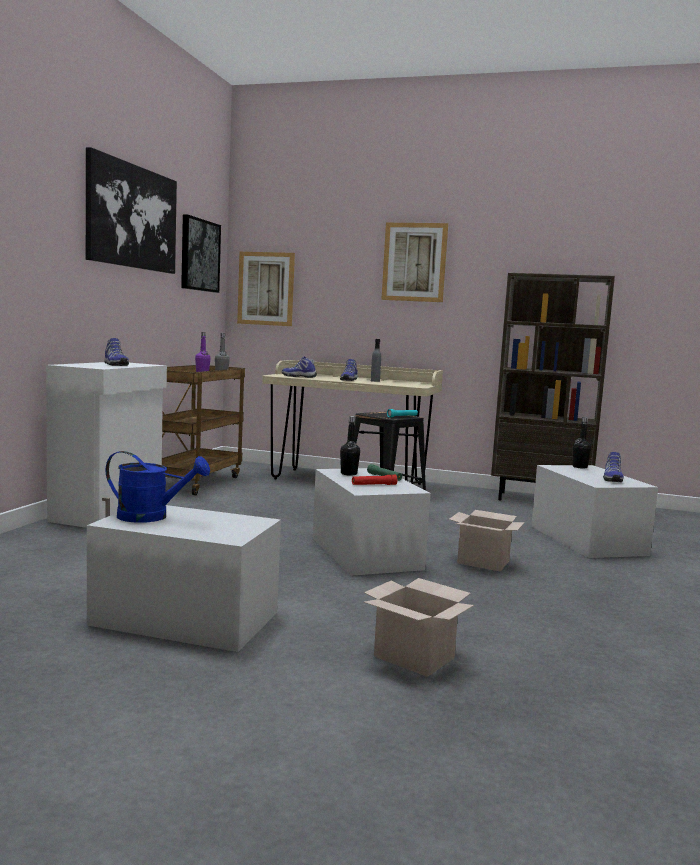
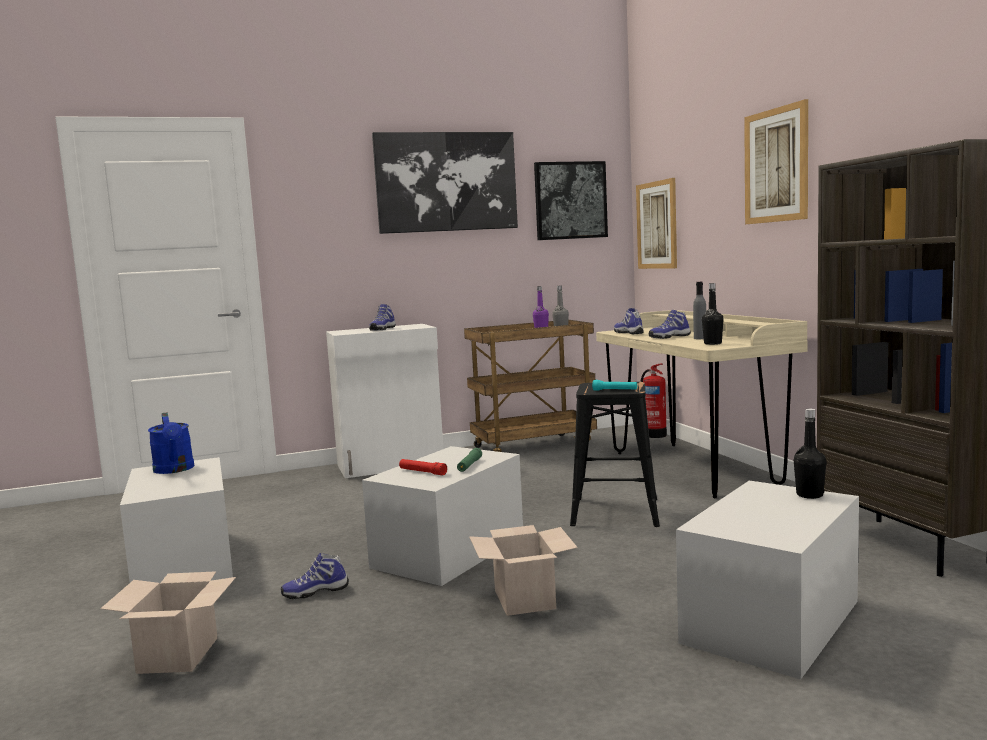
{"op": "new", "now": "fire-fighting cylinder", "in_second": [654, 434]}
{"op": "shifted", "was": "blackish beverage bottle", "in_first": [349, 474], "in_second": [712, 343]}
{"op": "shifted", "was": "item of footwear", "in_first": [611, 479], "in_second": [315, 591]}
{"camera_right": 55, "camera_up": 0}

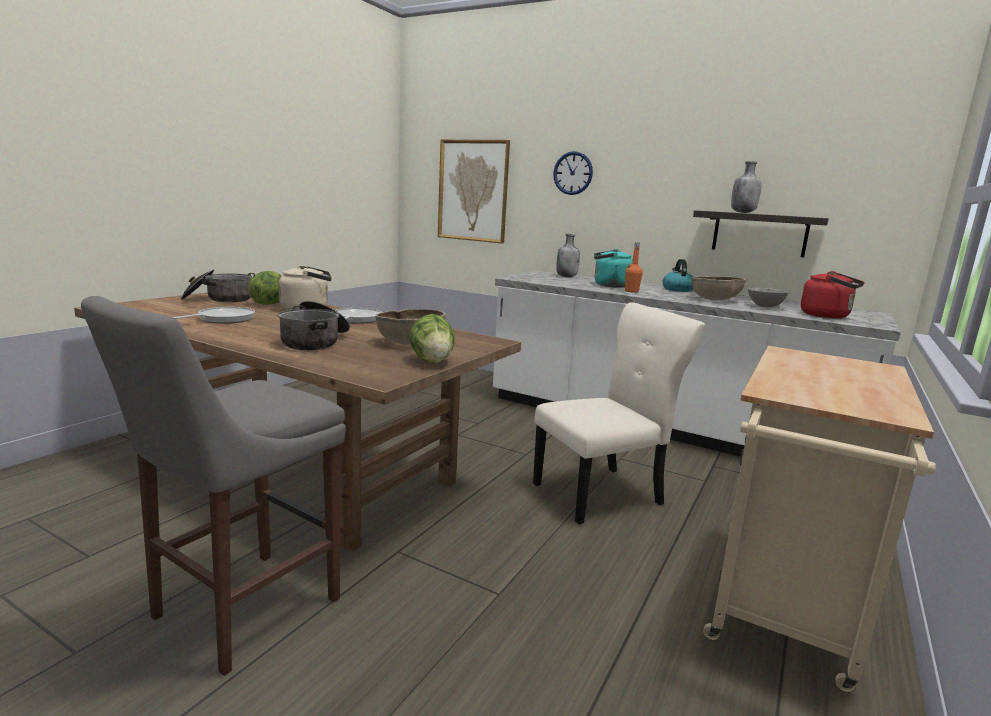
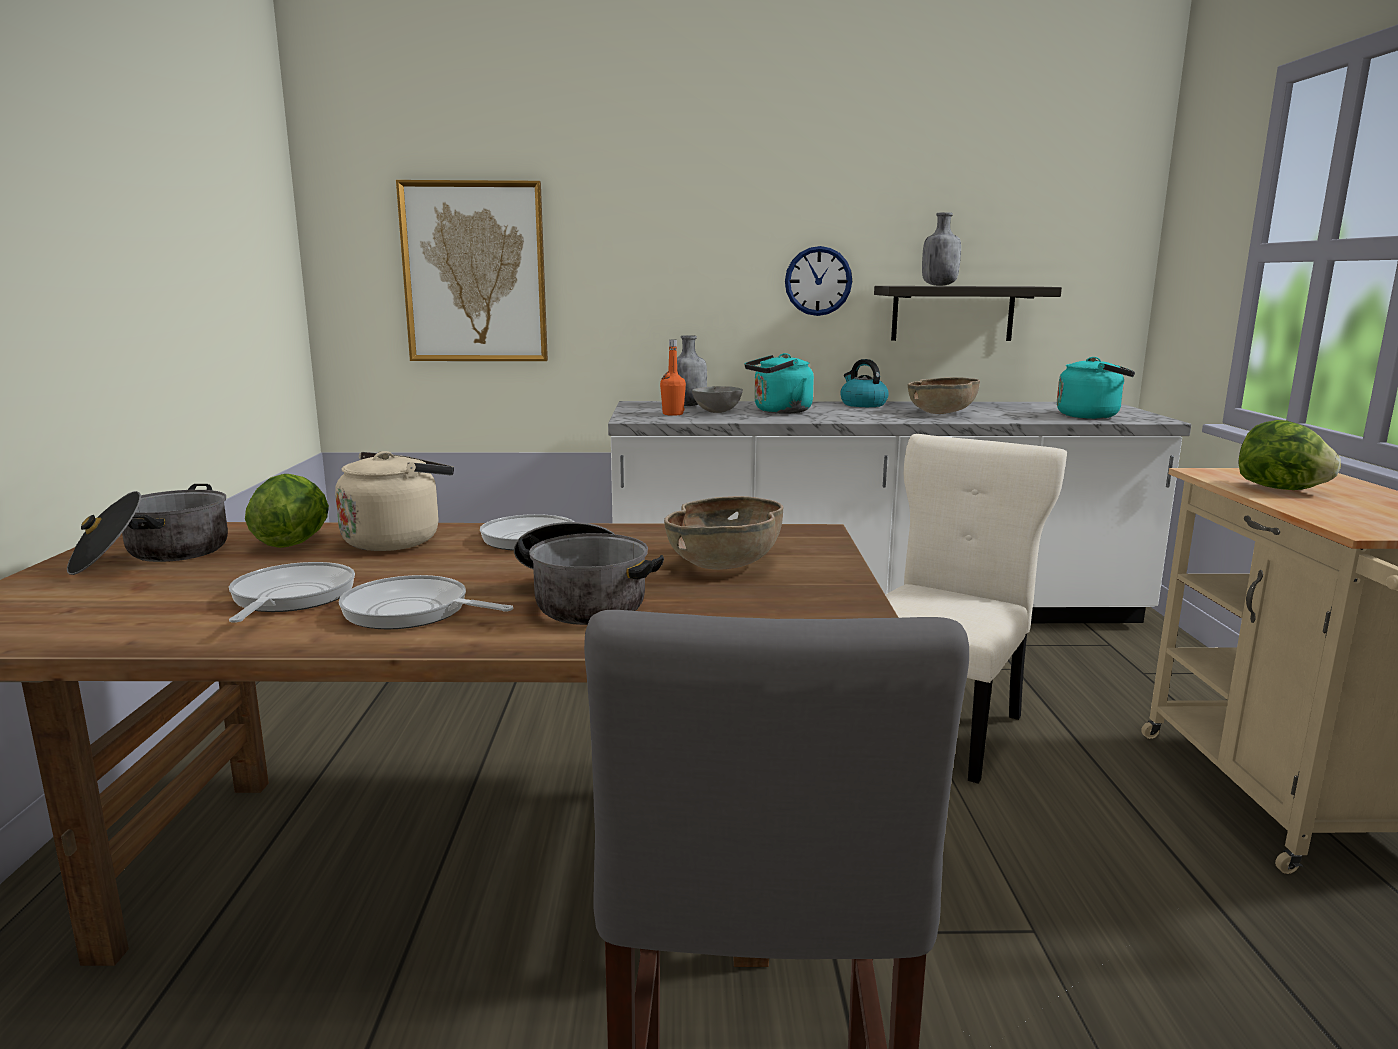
{"op": "new", "now": "frying pan", "in_second": [412, 612]}
{"op": "shifted", "was": "lettuce head", "in_first": [432, 361], "in_second": [1280, 489]}
{"op": "shifted", "was": "hanging clock", "in_first": [573, 173], "in_second": [818, 281]}
{"op": "shifted", "was": "orangey beverage bottle", "in_first": [631, 291], "in_second": [673, 414]}
{"op": "shifted", "was": "grey serving bowl", "in_first": [764, 306], "in_second": [716, 412]}
{"op": "repainted", "was": "reddish water kettle", "now": "turquoise-coloured water kettle", "in_first": [828, 316], "in_second": [1091, 416]}
{"camera_right": -30, "camera_up": 0}

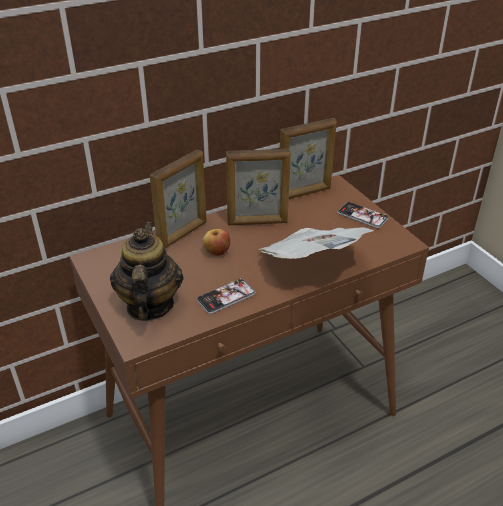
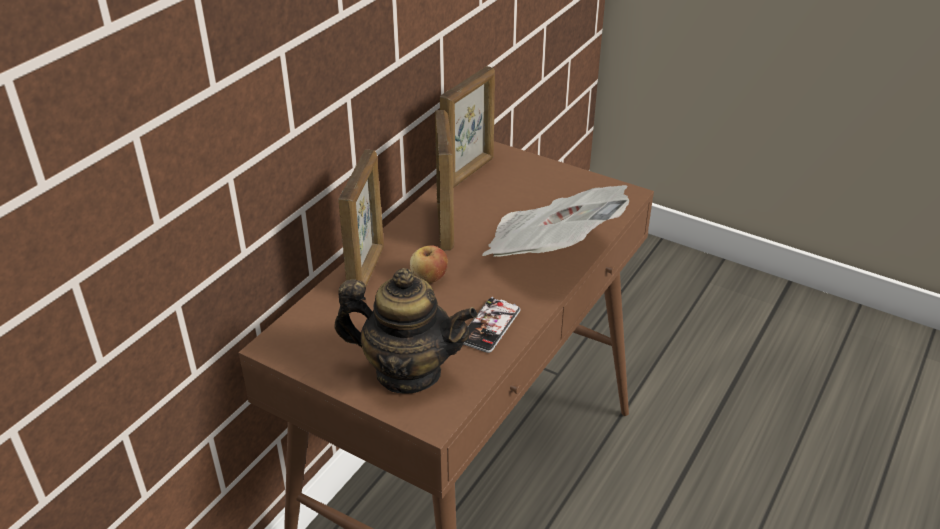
{"op": "gone", "was": "handset", "in_first": [362, 216]}
{"op": "rotated", "was": "teapot", "in_first": [149, 306], "in_second": [408, 372], "clockwise": 135}
{"op": "rotated", "was": "photo frame", "in_first": [257, 222], "in_second": [445, 226], "clockwise": -60}
{"camera_right": -30, "camera_up": 0}

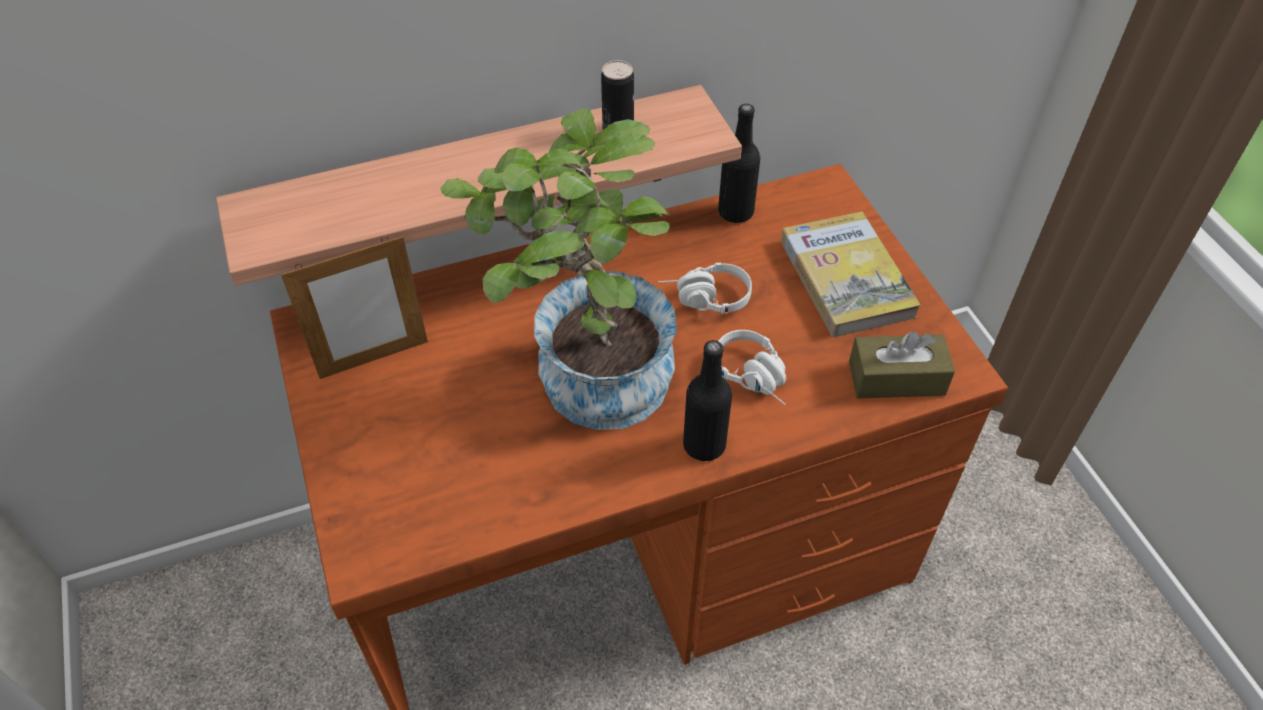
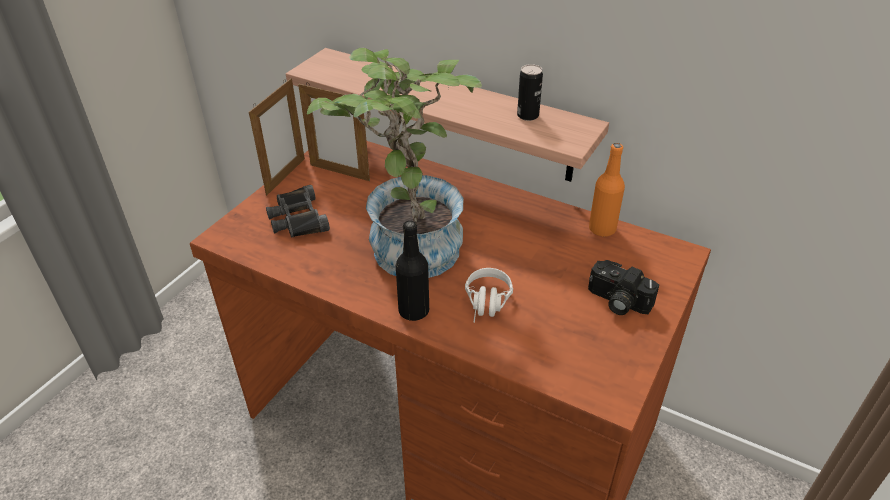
{"op": "gone", "was": "white headphones", "in_first": [704, 299]}
{"op": "gone", "was": "brown-coloured tissue box", "in_first": [896, 378]}
{"op": "new", "now": "photo frame", "in_second": [285, 176]}
{"op": "new", "now": "blackish pair of binoculars", "in_second": [297, 219]}
{"op": "swapped", "was": "book", "now": "still camera", "in_first": [846, 278], "in_second": [617, 301]}
{"op": "repainted", "was": "blackish beverage bottle", "now": "orangey beverage bottle", "in_first": [735, 212], "in_second": [602, 229]}
{"camera_right": 50, "camera_up": -10}

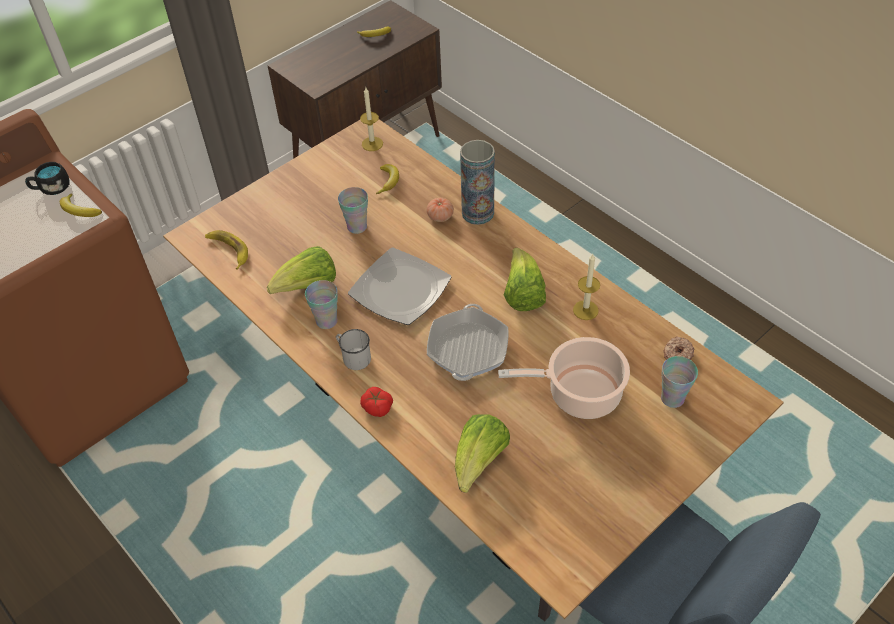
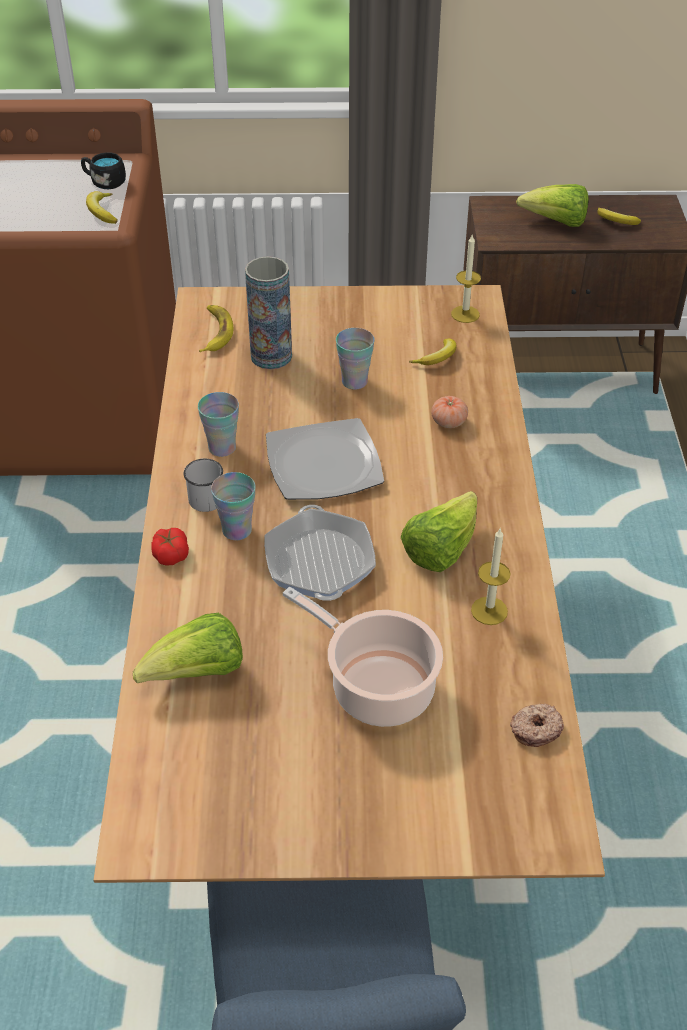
{"op": "shifted", "was": "lettuce head", "in_first": [308, 287], "in_second": [556, 222]}
{"op": "shifted", "was": "flower vase", "in_first": [477, 213], "in_second": [271, 356]}
{"op": "shifted", "was": "cup", "in_first": [672, 398], "in_second": [237, 530]}
{"op": "rotated", "was": "frying pan", "in_first": [468, 348], "in_second": [319, 562], "clockwise": 120}
{"camera_right": 40, "camera_up": -5}

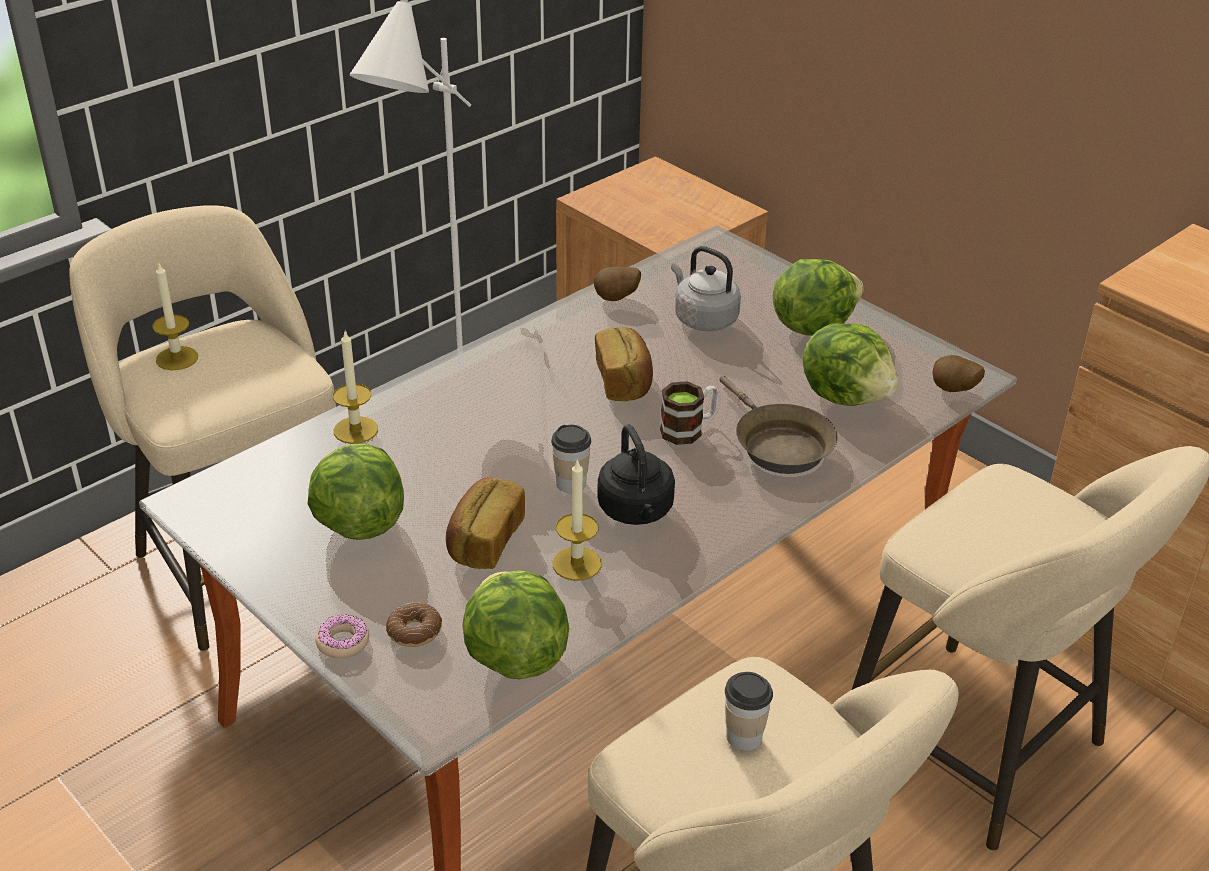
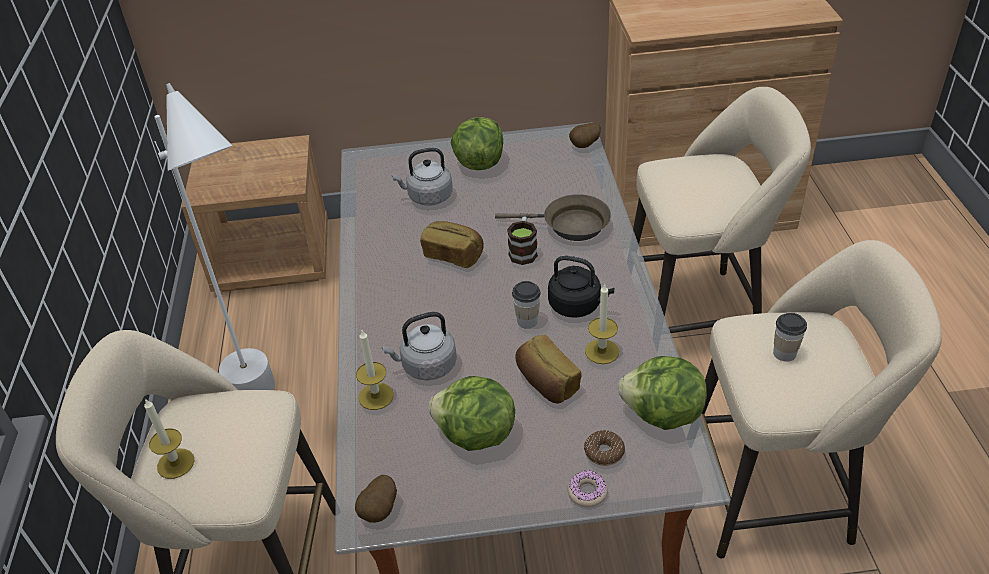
{"op": "gone", "was": "lettuce head", "in_first": [846, 395]}
{"op": "new", "now": "grey water kettle", "in_second": [426, 366]}
{"op": "shifted", "was": "potato", "in_first": [616, 299], "in_second": [380, 511]}
{"camera_right": -50, "camera_up": 5}

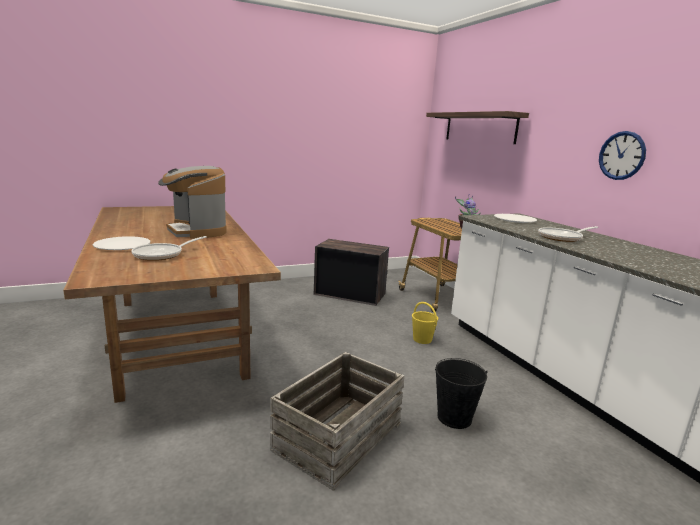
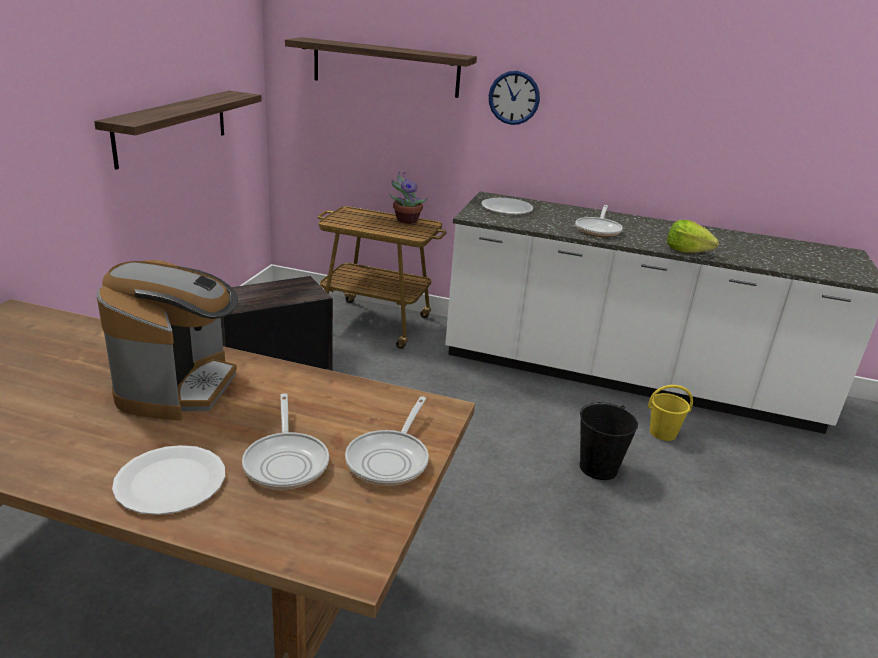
{"op": "gone", "was": "packing crate", "in_first": [337, 436]}
{"op": "new", "now": "shelf", "in_second": [172, 127]}
{"op": "new", "now": "frying pan", "in_second": [390, 459]}
{"op": "new", "now": "lettuce head", "in_second": [686, 251]}
{"op": "shifted", "was": "yellowish water bucket", "in_first": [422, 339], "in_second": [663, 433]}
{"op": "shifted", "was": "hanging clock", "in_first": [621, 155], "in_second": [514, 98]}
{"op": "rotated", "was": "coffee brewer", "in_first": [196, 231], "in_second": [178, 386], "clockwise": -90}
{"camera_right": -50, "camera_up": 10}

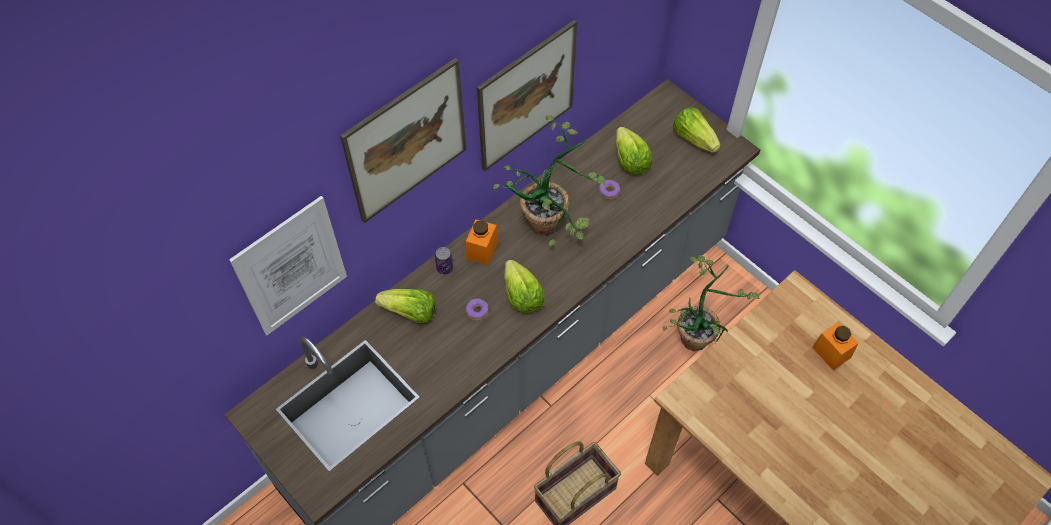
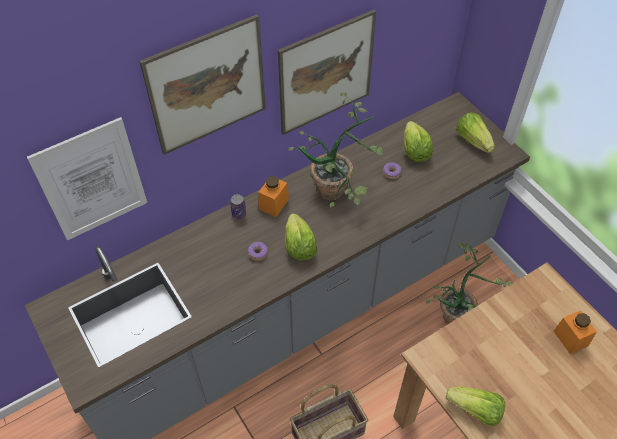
{"op": "shifted", "was": "lettuce head", "in_first": [410, 312], "in_second": [475, 410]}
{"camera_right": 10, "camera_up": -5}

